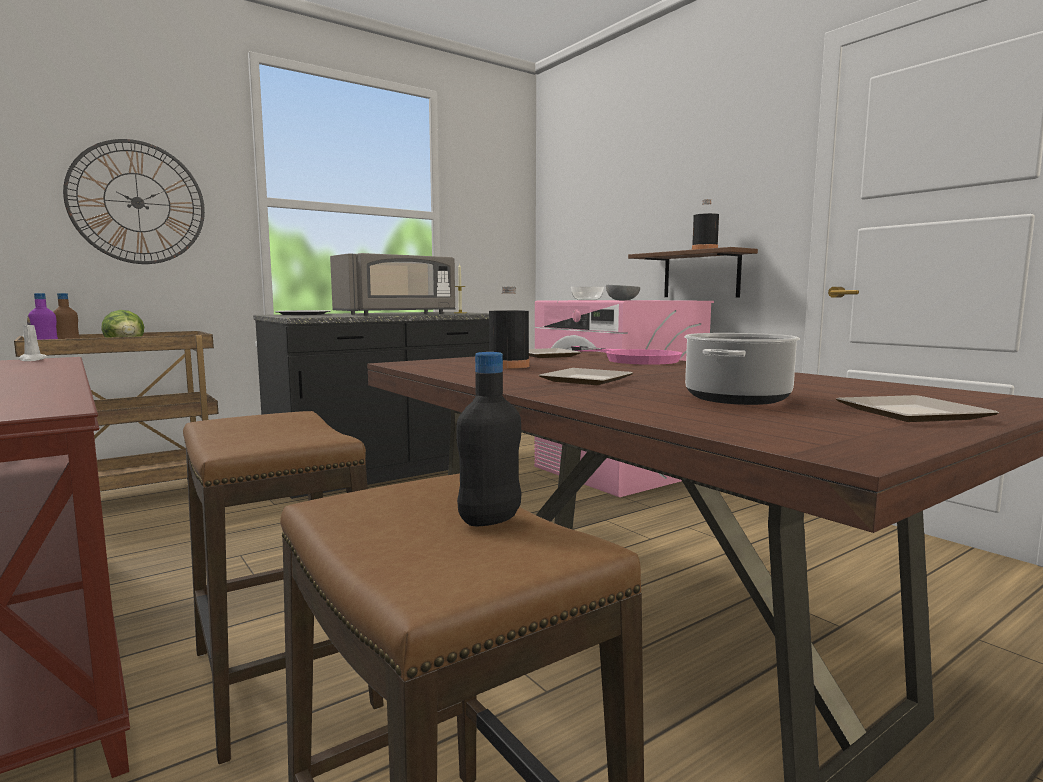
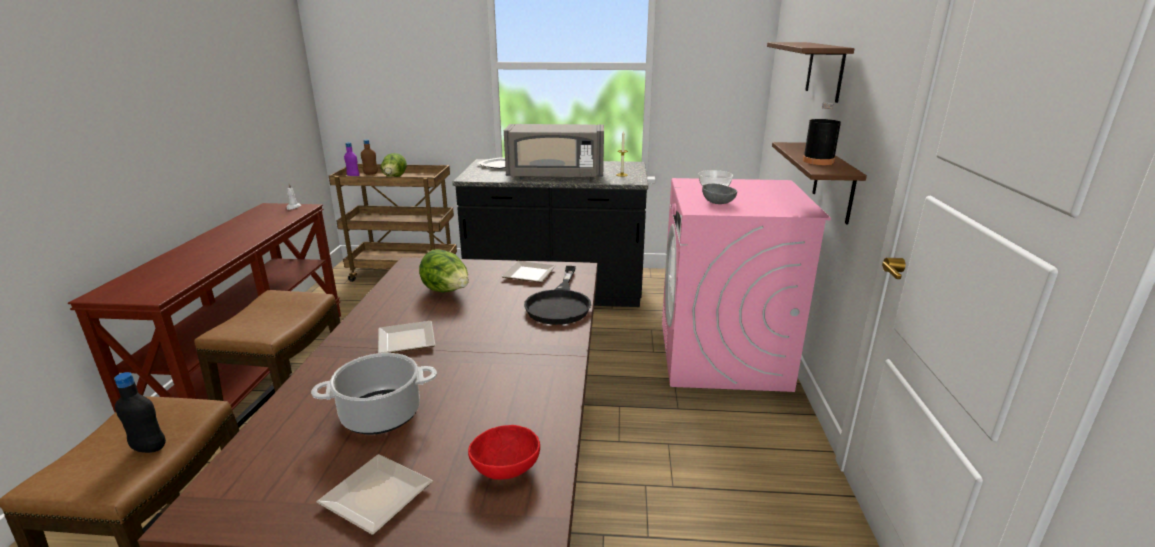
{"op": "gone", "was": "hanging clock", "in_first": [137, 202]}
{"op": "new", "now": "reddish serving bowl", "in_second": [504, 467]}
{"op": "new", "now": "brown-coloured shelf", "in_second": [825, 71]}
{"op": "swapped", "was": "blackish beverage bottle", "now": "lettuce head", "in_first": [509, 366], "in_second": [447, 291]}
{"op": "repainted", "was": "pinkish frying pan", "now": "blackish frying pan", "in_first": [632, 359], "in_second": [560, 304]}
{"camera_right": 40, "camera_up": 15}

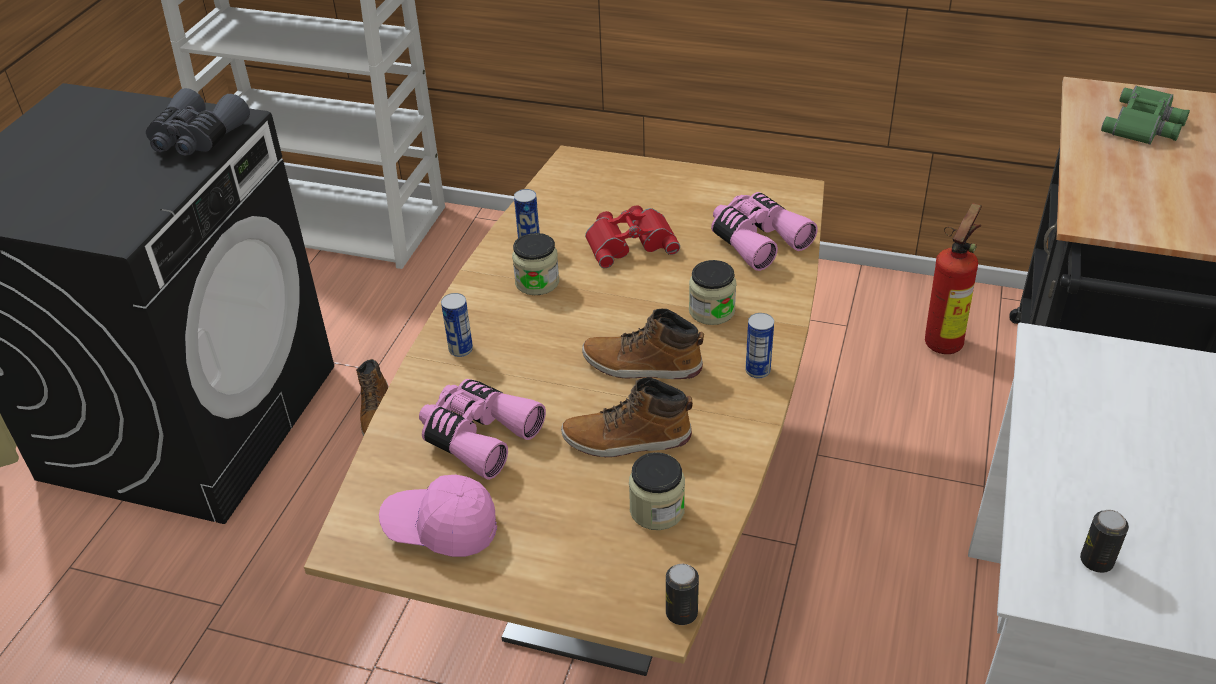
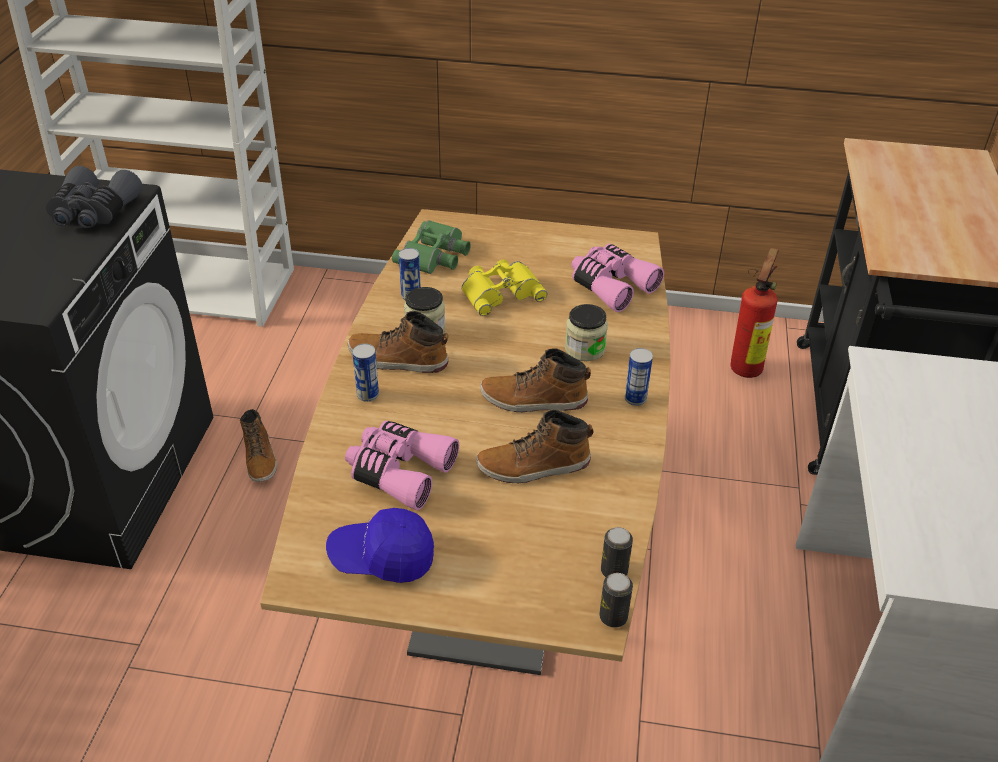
{"op": "gone", "was": "preserve jar", "in_first": [657, 510]}
{"op": "new", "now": "boot", "in_second": [398, 360]}
{"op": "shifted", "was": "can", "in_first": [1096, 561], "in_second": [614, 571]}
{"op": "shifted", "was": "greenish pair of binoculars", "in_first": [1145, 124], "in_second": [435, 255]}
{"op": "repainted", "was": "pinkish peaked cap", "now": "blue-coloured peaked cap", "in_first": [441, 528], "in_second": [382, 558]}
{"op": "repainted", "was": "reddish pair of binoculars", "now": "yellowish pair of binoculars", "in_first": [630, 241], "in_second": [500, 291]}
{"camera_right": -10, "camera_up": 0}

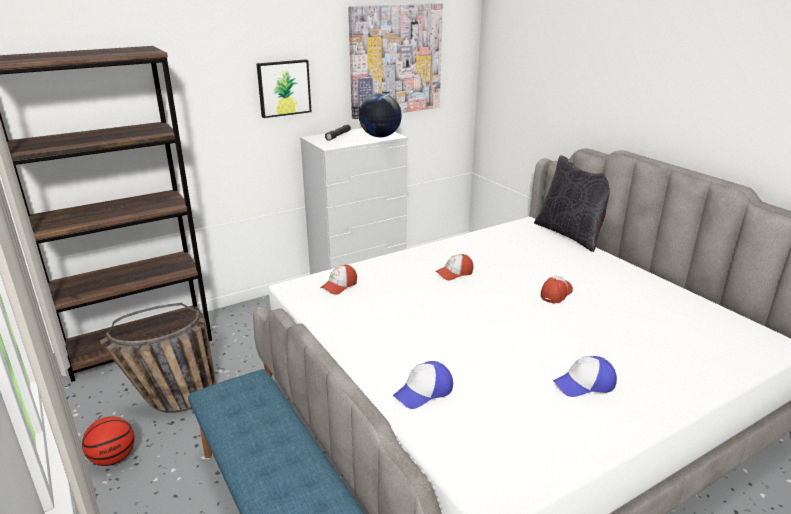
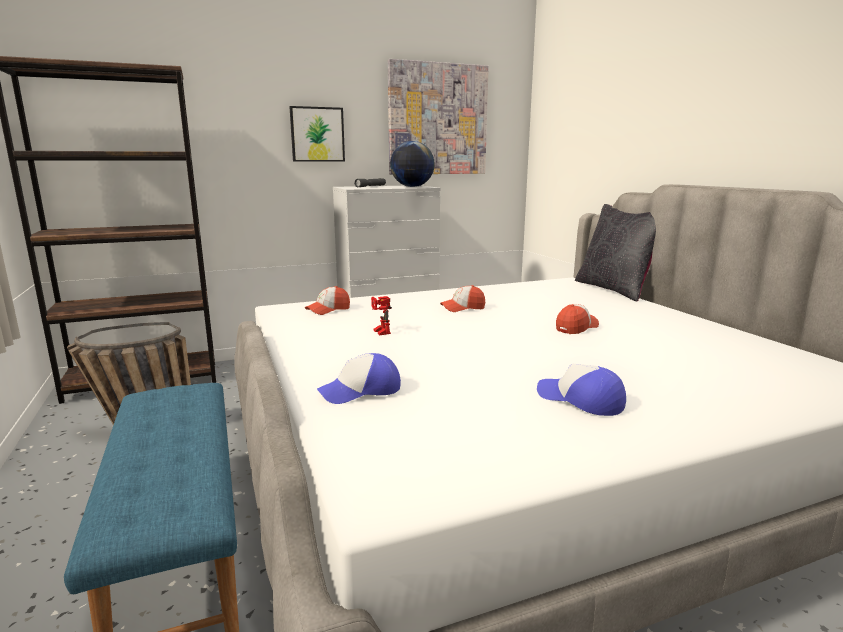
{"op": "gone", "was": "basketball", "in_first": [113, 458]}
{"op": "new", "now": "toy robot", "in_second": [379, 332]}
{"op": "rotated", "was": "peaked cap", "in_first": [585, 384], "in_second": [580, 400], "clockwise": 45}
{"camera_right": 10, "camera_up": -10}

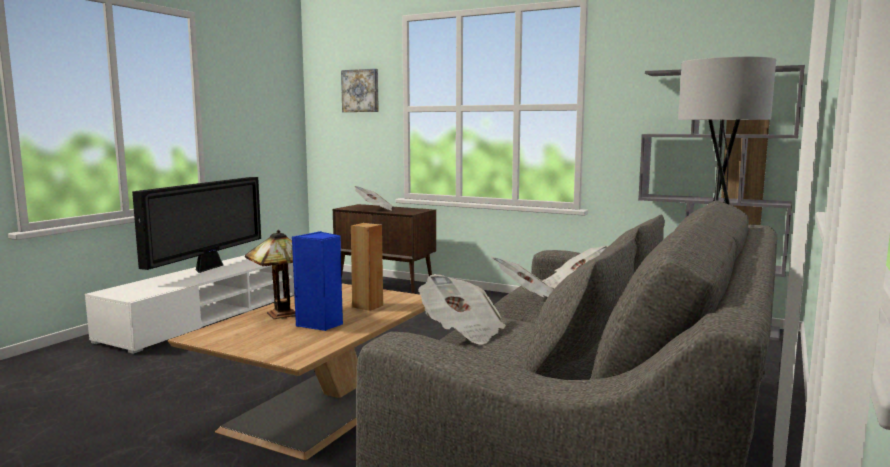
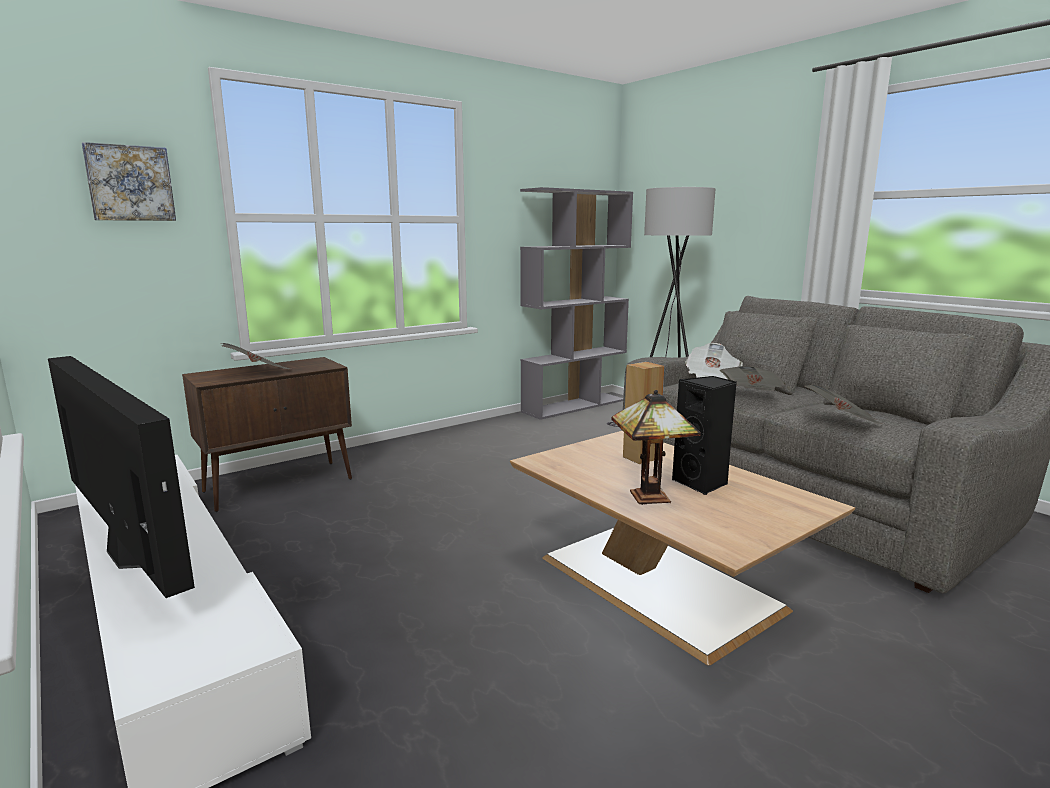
{"op": "repainted", "was": "blue-coloured loudspeaker", "now": "blackish loudspeaker", "in_first": [321, 324], "in_second": [702, 483]}
{"camera_right": -65, "camera_up": 5}

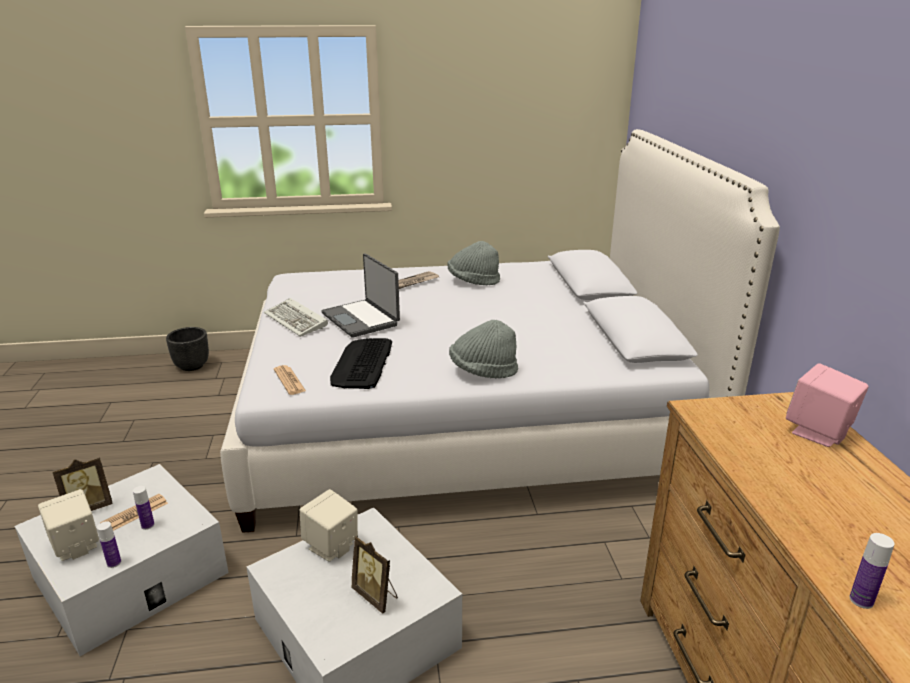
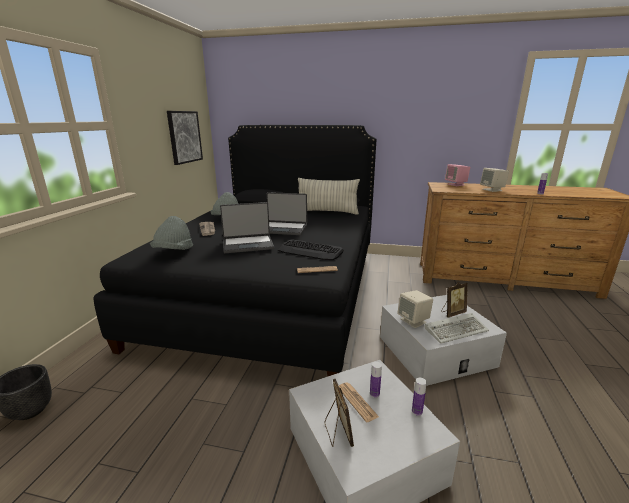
{"op": "new", "now": "wall art", "in_second": [184, 137]}
{"op": "new", "now": "notebook computer", "in_second": [284, 229]}
{"op": "new", "now": "pillow", "in_second": [327, 212]}
{"op": "shifted", "was": "sand-coloured loudspeaker", "in_first": [76, 546], "in_second": [492, 190]}
{"op": "shifted", "was": "keyboard", "in_first": [297, 321], "in_second": [456, 330]}
{"op": "shifted", "was": "grey clothing hat", "in_first": [483, 371], "in_second": [174, 251]}
{"op": "repainted", "was": "white bedroom bed", "now": "blackish bedroom bed", "in_first": [466, 419], "in_second": [272, 291]}
{"camera_right": -70, "camera_up": -5}

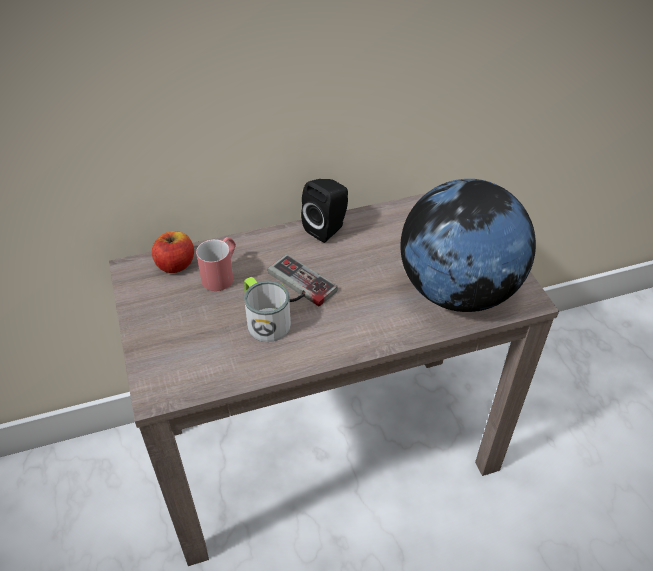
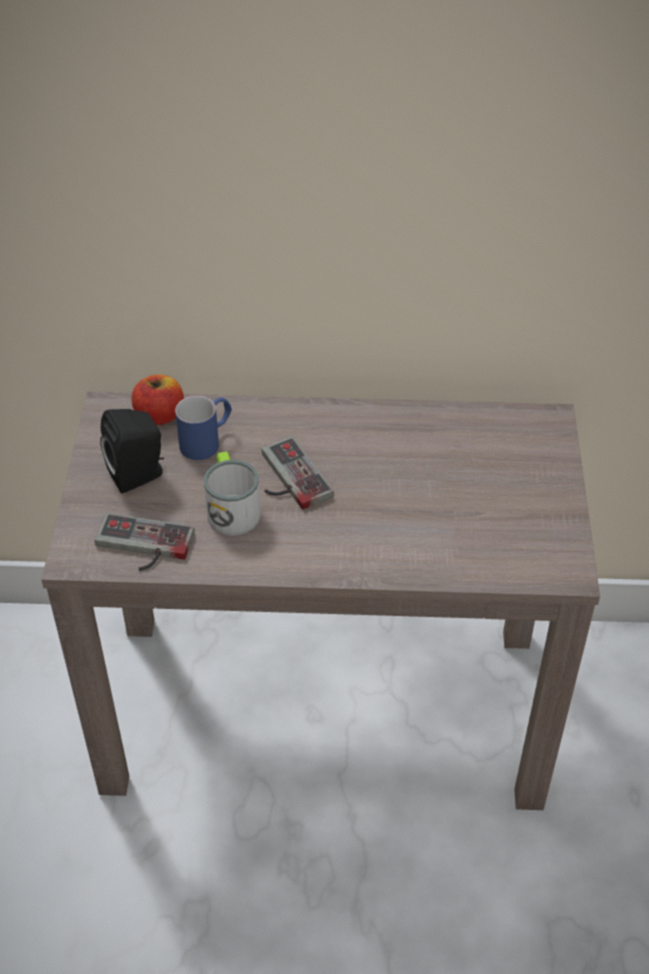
{"op": "gone", "was": "desk globe", "in_first": [457, 290]}
{"op": "new", "now": "joypad", "in_second": [142, 547]}
{"op": "shifted", "was": "blackish loudspeaker", "in_first": [327, 228], "in_second": [139, 475]}
{"op": "repainted", "was": "reddish mug", "now": "blue-coloured mug", "in_first": [222, 274], "in_second": [207, 441]}
{"camera_right": 20, "camera_up": 0}

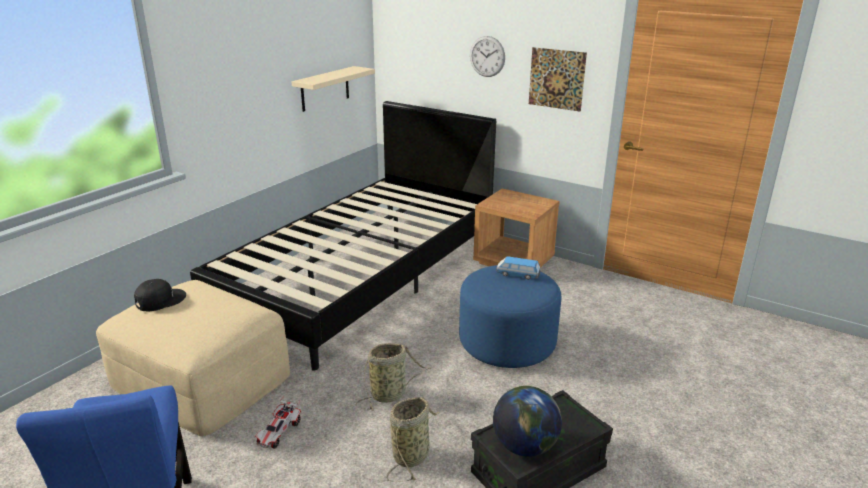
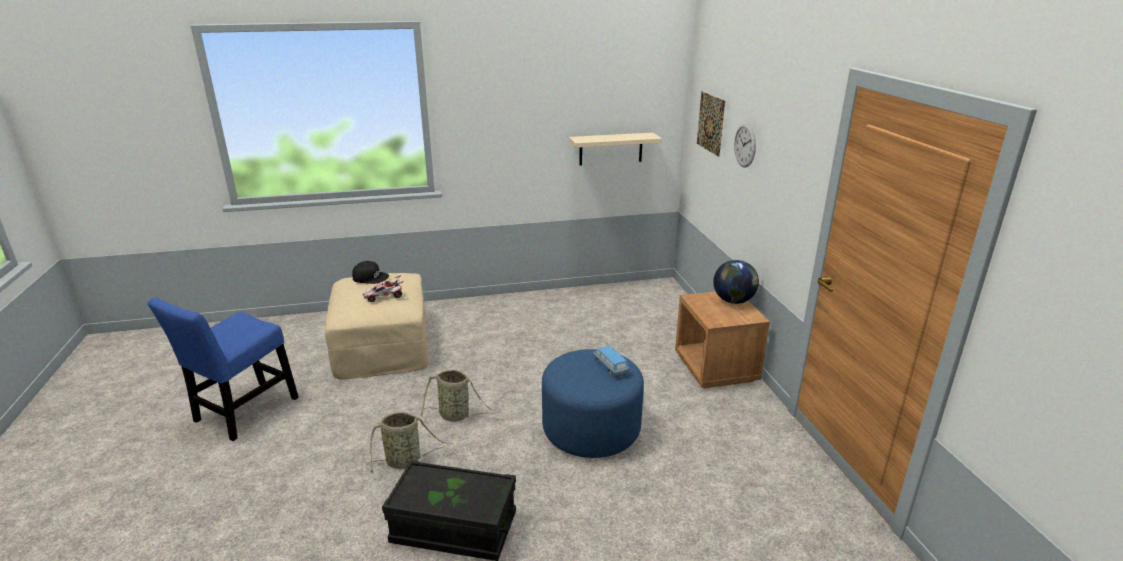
{"op": "gone", "was": "blackish bedroom bed", "in_first": [361, 276]}
{"op": "shifted", "was": "toy car", "in_first": [279, 433], "in_second": [384, 297]}
{"op": "shifted", "was": "desk globe", "in_first": [525, 446], "in_second": [733, 301]}
{"op": "shifted", "was": "wall art", "in_first": [556, 79], "in_second": [710, 123]}
{"camera_right": 45, "camera_up": 0}

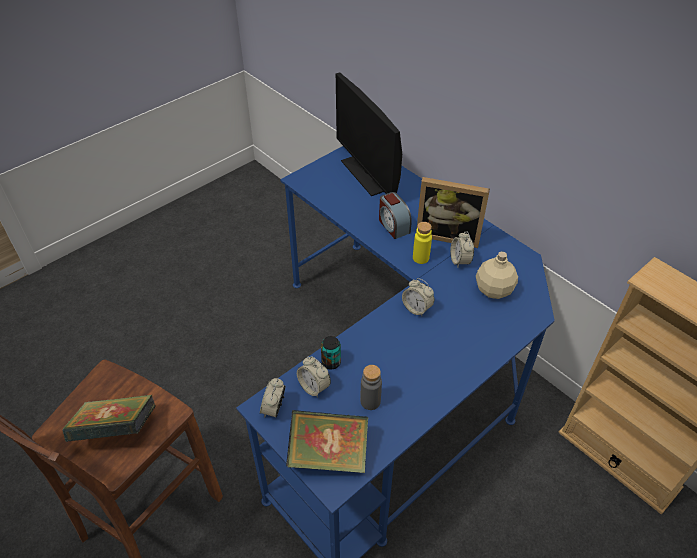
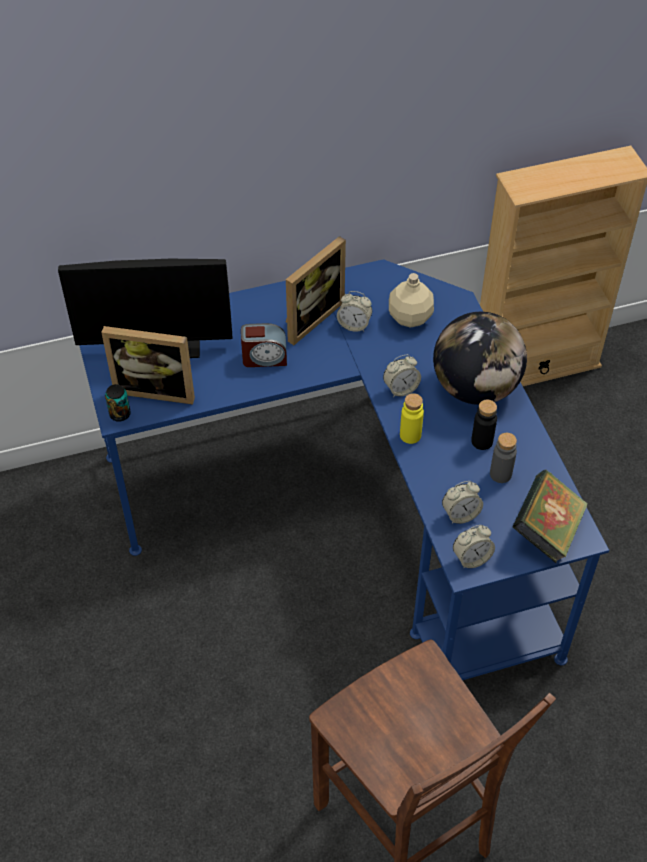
{"op": "gone", "was": "book", "in_first": [116, 430]}
{"op": "new", "now": "photo frame", "in_second": [156, 388]}
{"op": "new", "now": "desk globe", "in_second": [475, 388]}
{"op": "new", "now": "blackish beverage bottle", "in_second": [482, 441]}
{"op": "shifted", "was": "can", "in_first": [331, 362], "in_second": [120, 414]}
{"op": "shifted", "was": "yellowish beverage bottle", "in_first": [420, 258], "in_second": [410, 435]}
{"op": "rotated", "was": "alarm clock", "in_first": [274, 408], "in_second": [471, 558], "clockwise": -60}
{"camera_right": -65, "camera_up": 5}

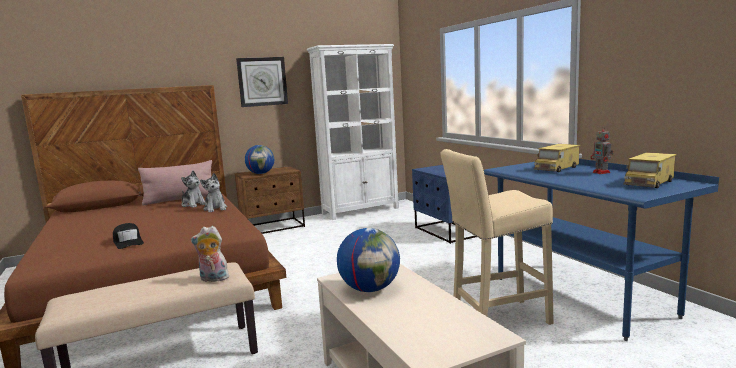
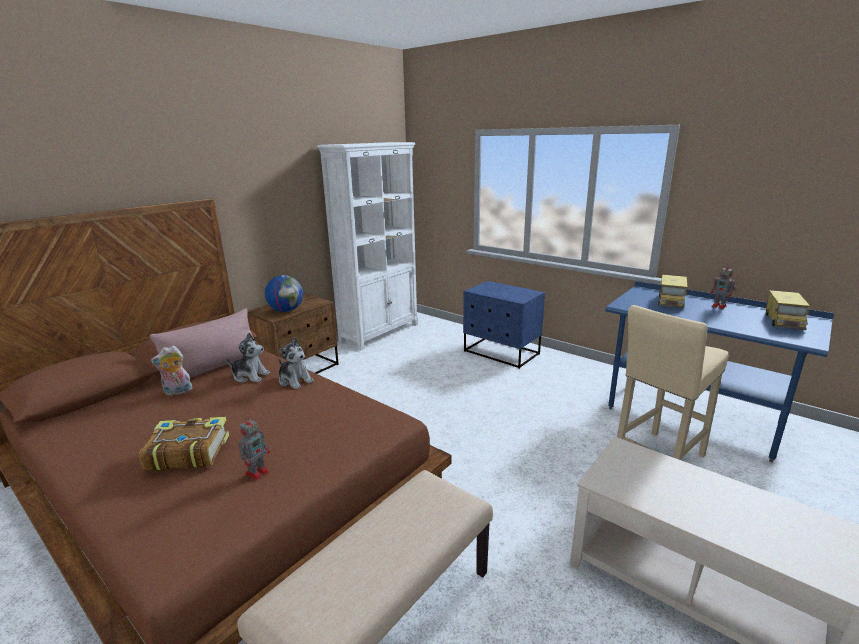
{"op": "gone", "was": "hanging clock", "in_first": [262, 81]}
{"op": "gone", "was": "desk globe", "in_first": [370, 289]}
{"op": "new", "now": "book", "in_second": [187, 453]}
{"op": "shifted", "was": "plush toy", "in_first": [213, 279], "in_second": [177, 392]}
{"op": "swapped", "was": "blackish peaked cap", "now": "toy robot", "in_first": [128, 242], "in_second": [258, 472]}
{"camera_right": -25, "camera_up": 10}

